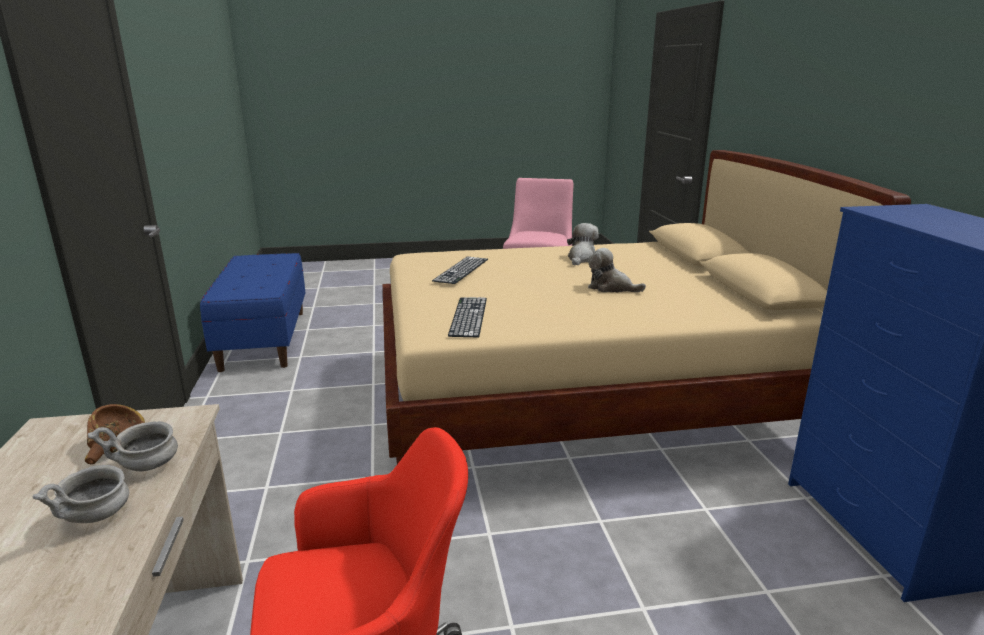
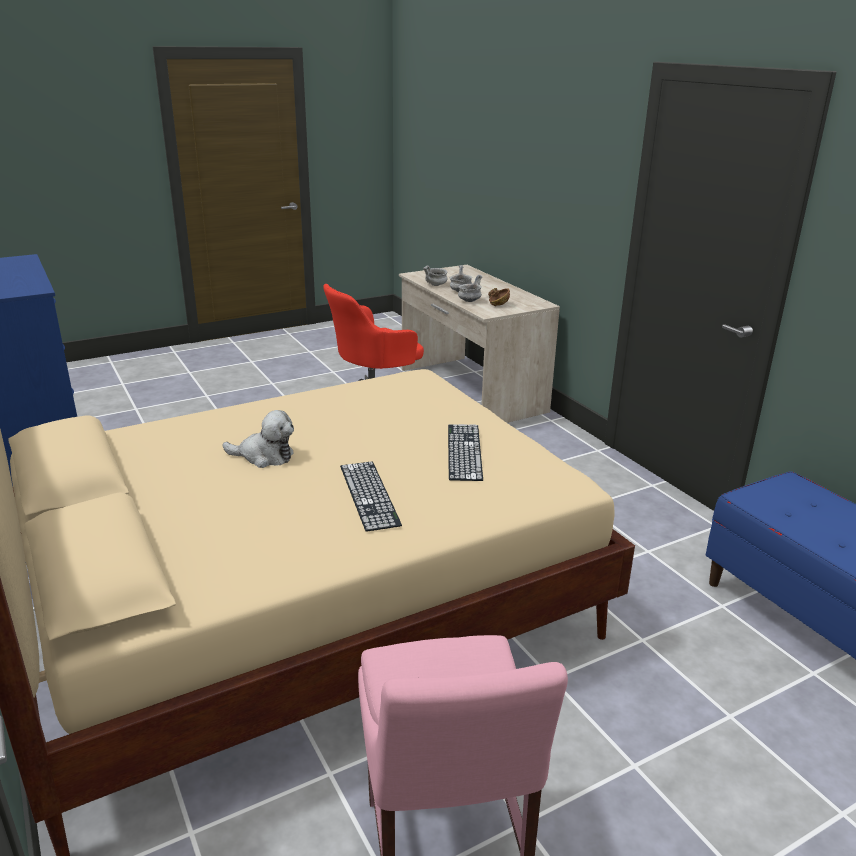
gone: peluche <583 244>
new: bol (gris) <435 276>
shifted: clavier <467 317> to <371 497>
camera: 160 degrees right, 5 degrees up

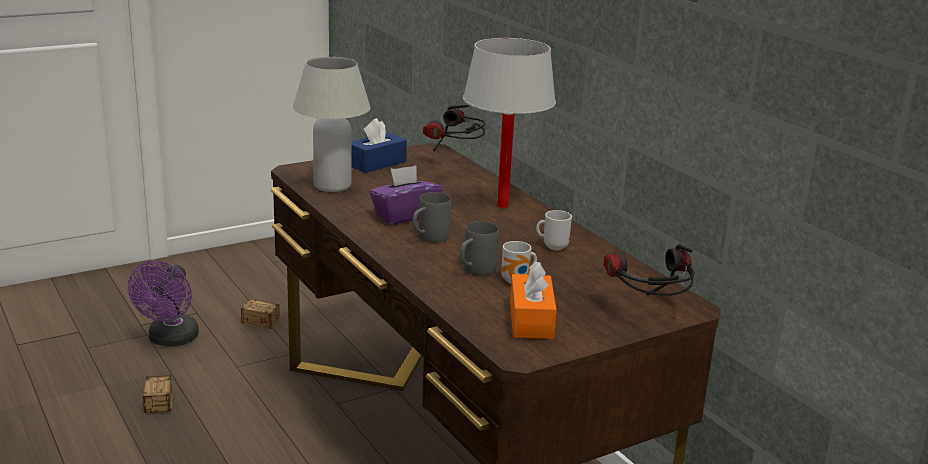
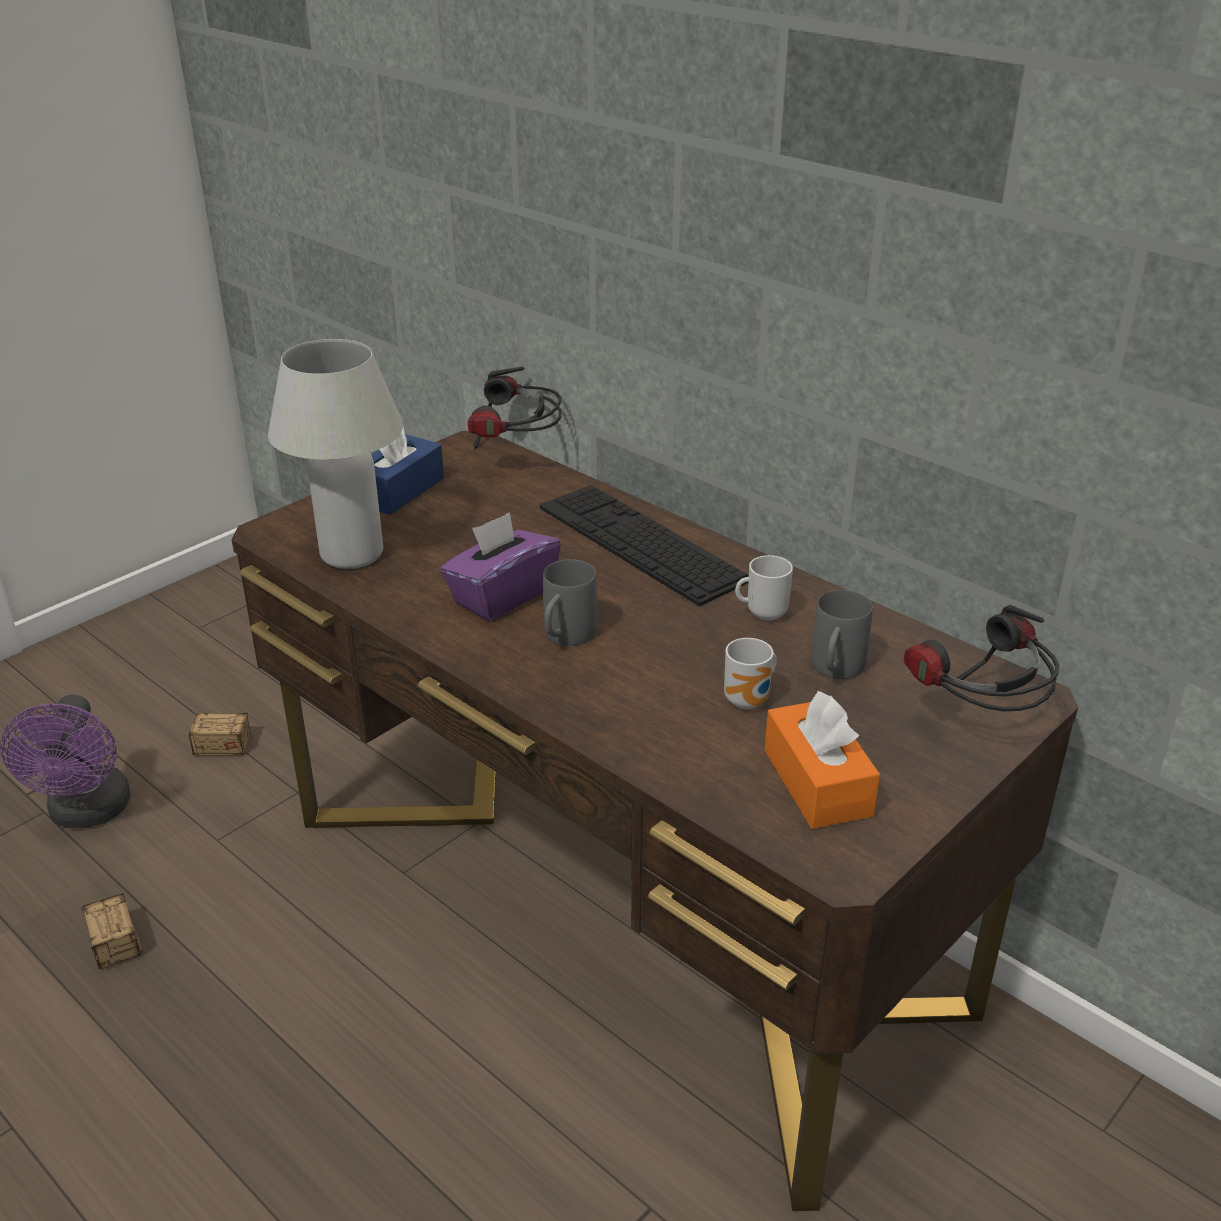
shifted: mug (gris) <479 248> to <842 634>
swapped: lampe de table (blanc) <509 123> to clavier <644 545>
camera: 15 degrees left, 10 degrees up

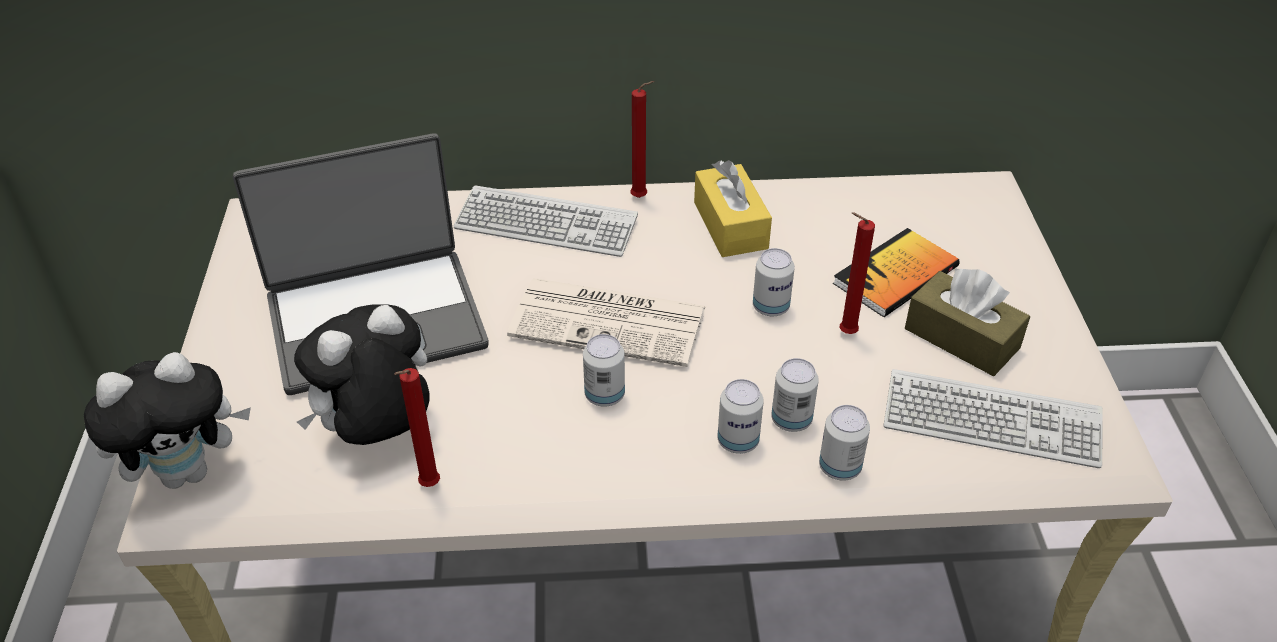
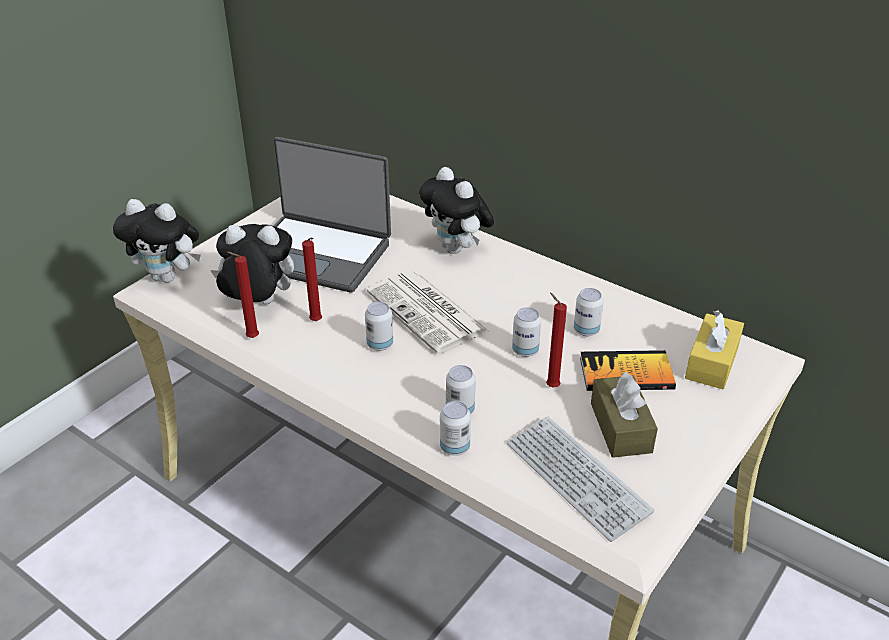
shifted: bougie (rouge) <643 139> to <312 279>; boîte à mouchoirs (jaune) <733 208> to <714 349>; boîte métallique <740 416> to <589 312>
swapped: clavier <546 221> to peluche <456 210>
camera: 40 degrees right, 5 degrees down

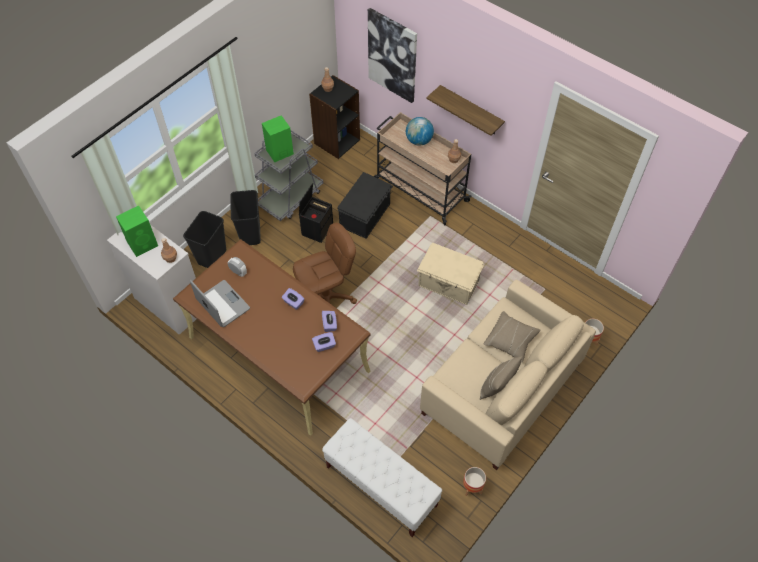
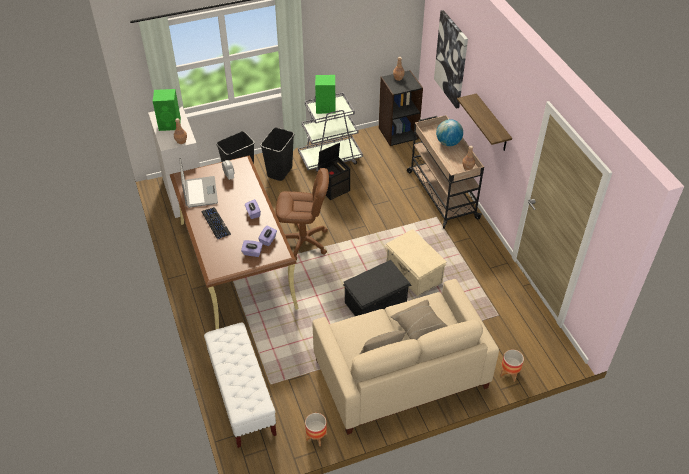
new: clavier <216 223>
shifted: boîte de rangement (noir) <365 205> to <377 288>
camera: 30 degrees right, 10 degrees down

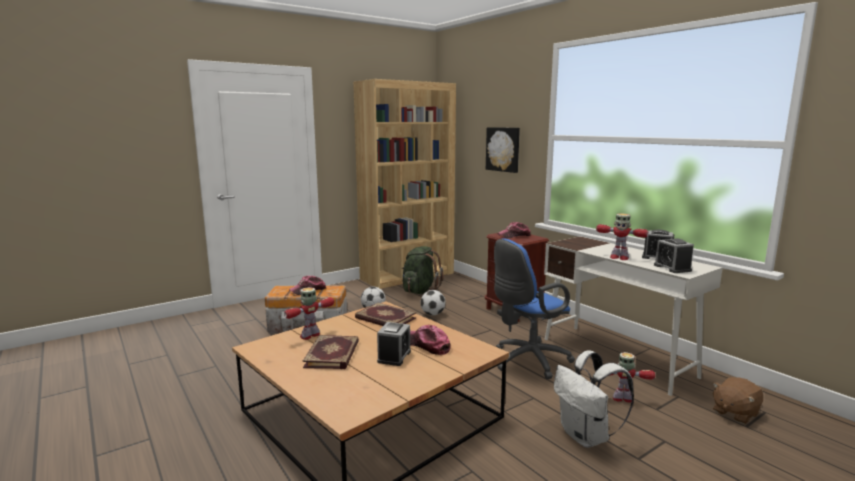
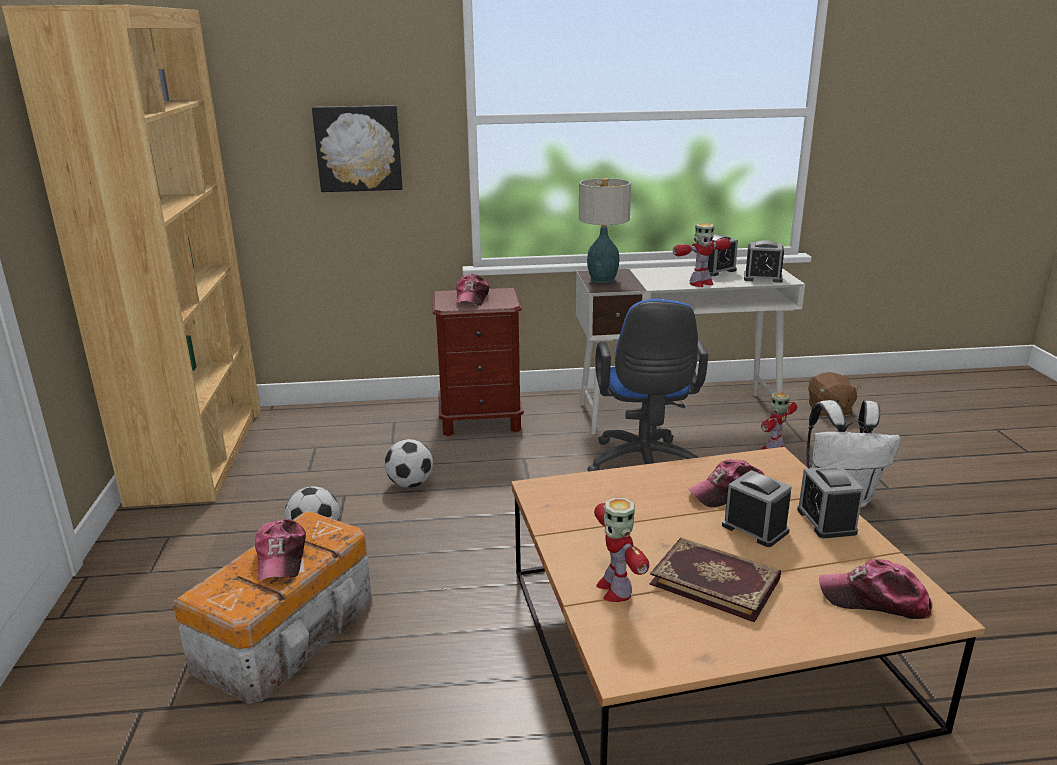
gone: livre <385 314>; sac à dos (vert) <423 270>
new: lampe de table <605 230>; réveil <830 502>; casquette <876 589>
camera: 60 degrees left, 10 degrees up

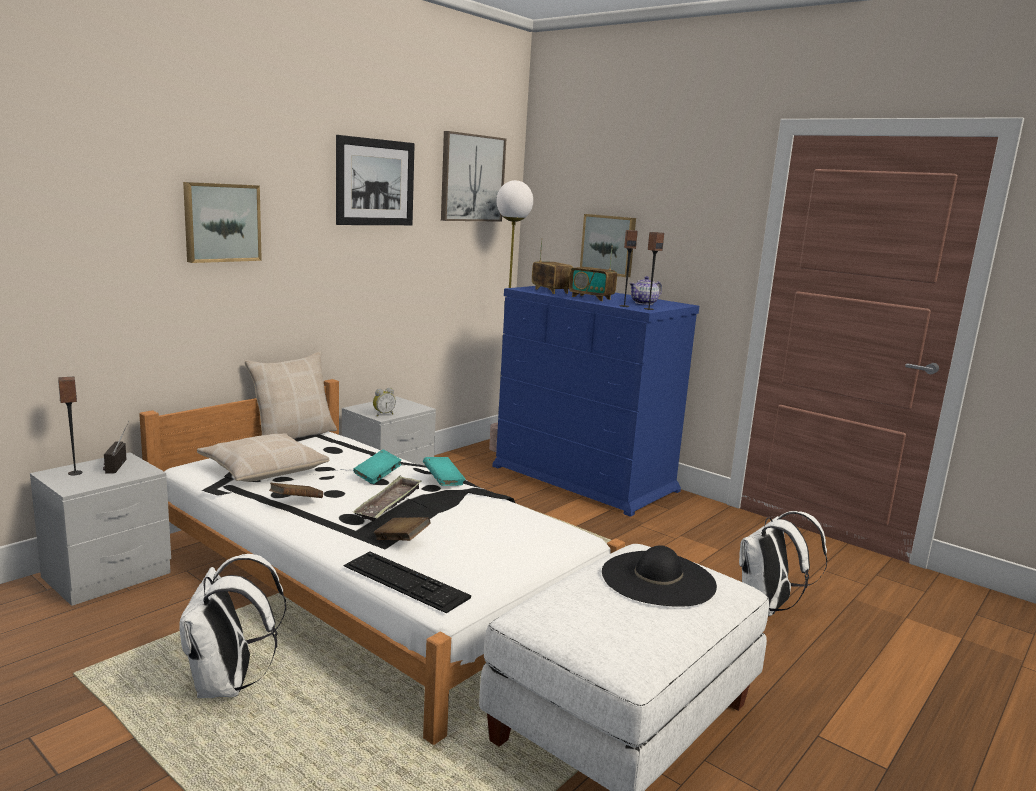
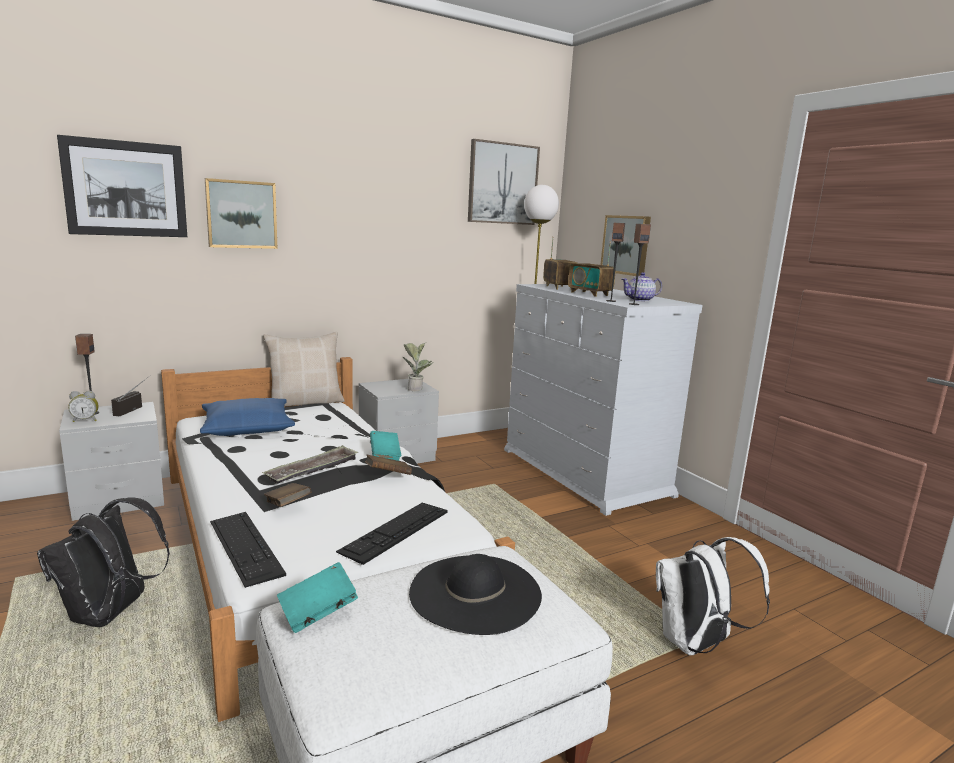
new: clavier <392 534>; plante en pot <418 367>
shifted: livre (marron) <296 490> to <388 465>; tableau <375 180> to <122 186>; livre (turquoise) <377 466> to <317 597>; réveil <384 402> to <83 406>
repainted: sac à dos (blanc) <232 626> to sac à dos (noir) <103 562>; coussin (beige) <263 457> to coussin (bleu) <247 417>; commode (bleu) <595 401> to commode (blanc) <603 400>
camera: 20 degrees right, 0 degrees up

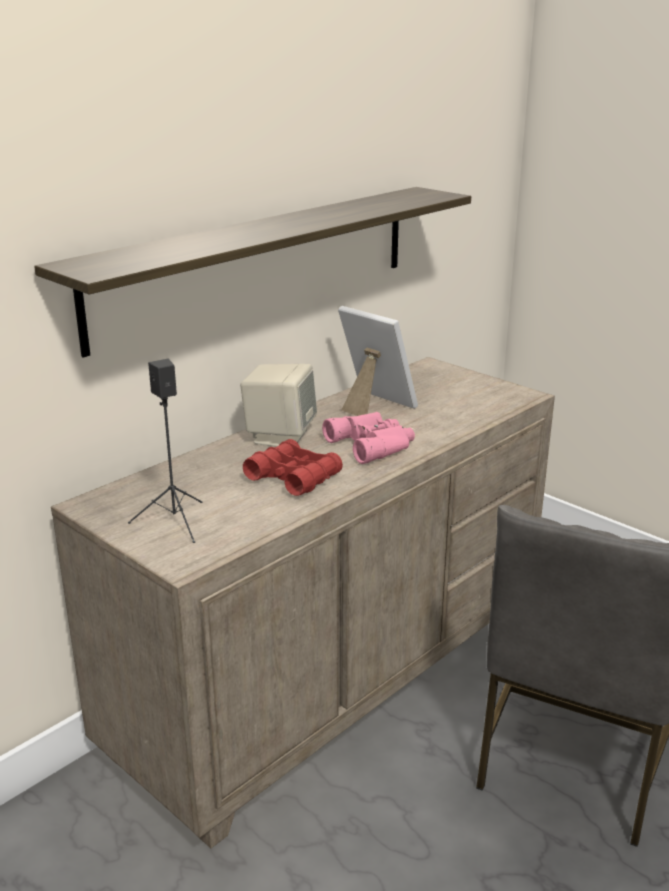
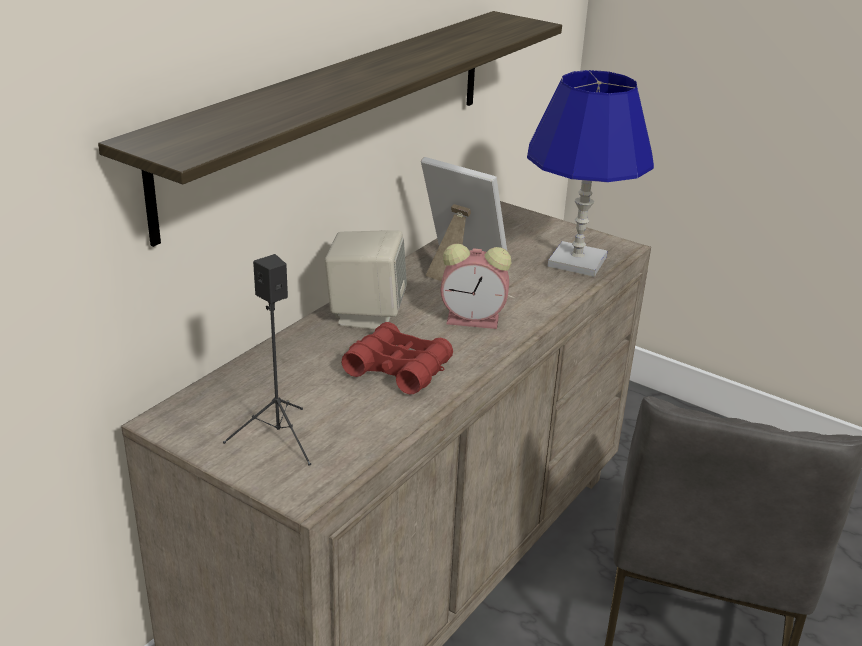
new: lampe de table (bleu) <590 173>
swapped: jumelles (rose) <368 438> to réveil <475 286>
camera: 10 degrees left, 5 degrees up

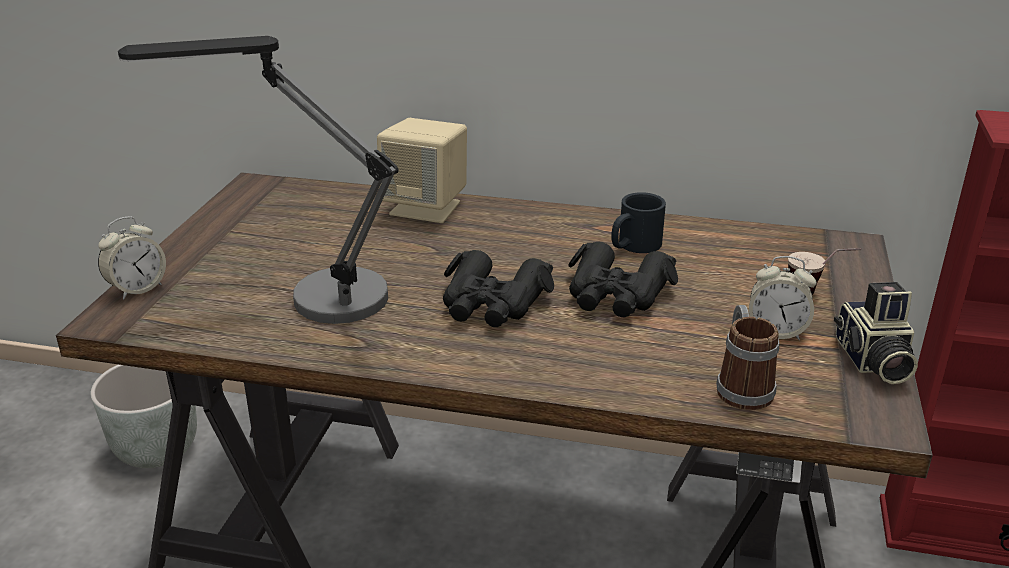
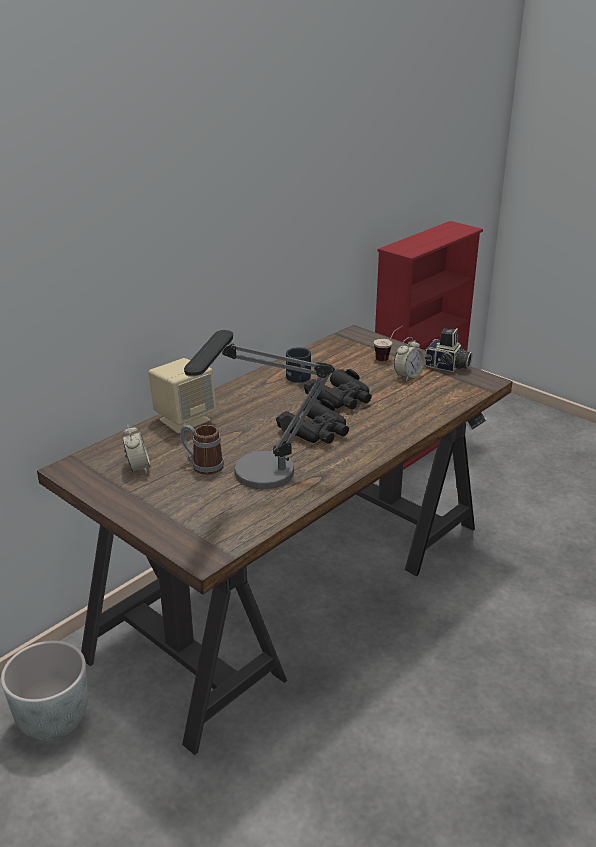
shifted: réveil <132 258> to <136 449>; mug <748 357> to <202 450>
camera: 60 degrees left, 0 degrees up

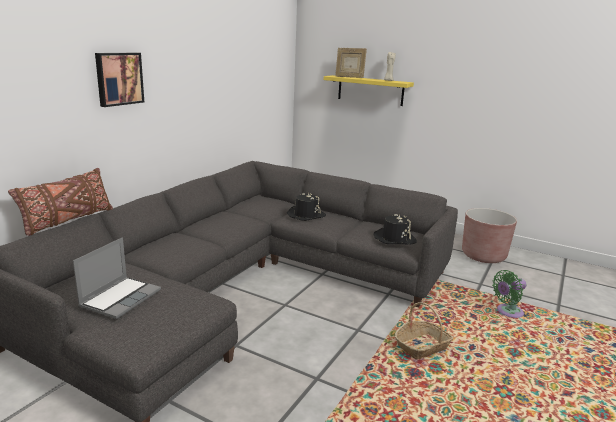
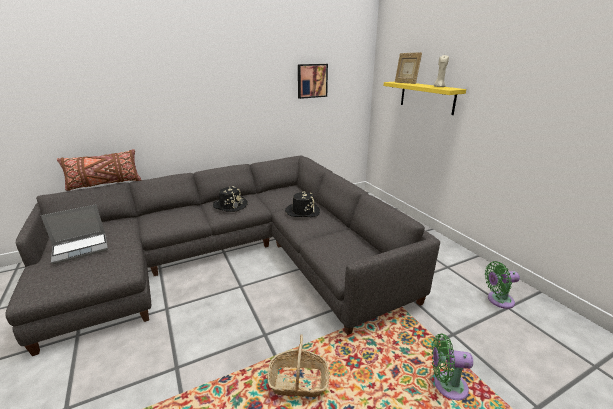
shifted: tableau <119 79> to <313 81>; chapeau (noir) <395 229> to <230 199>
swapped: cache-pot (marron) <489 235> to ventilateur (vert) <502 285>
camera: 35 degrees right, 5 degrees up

